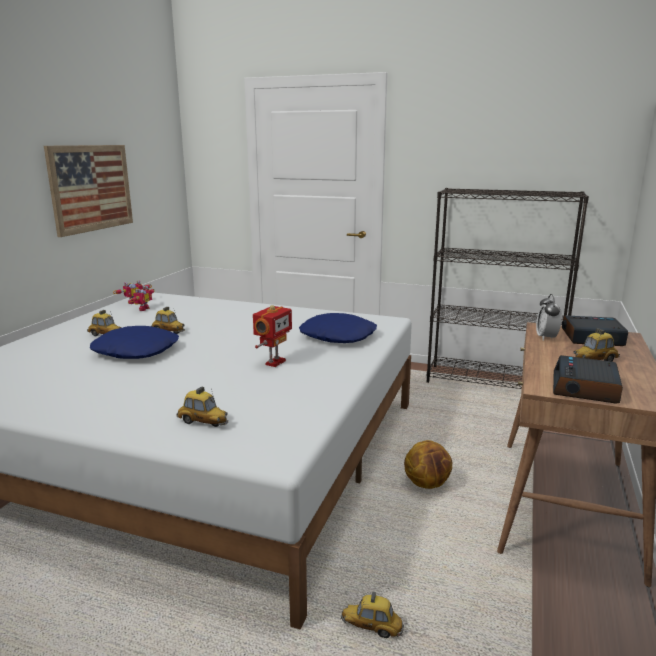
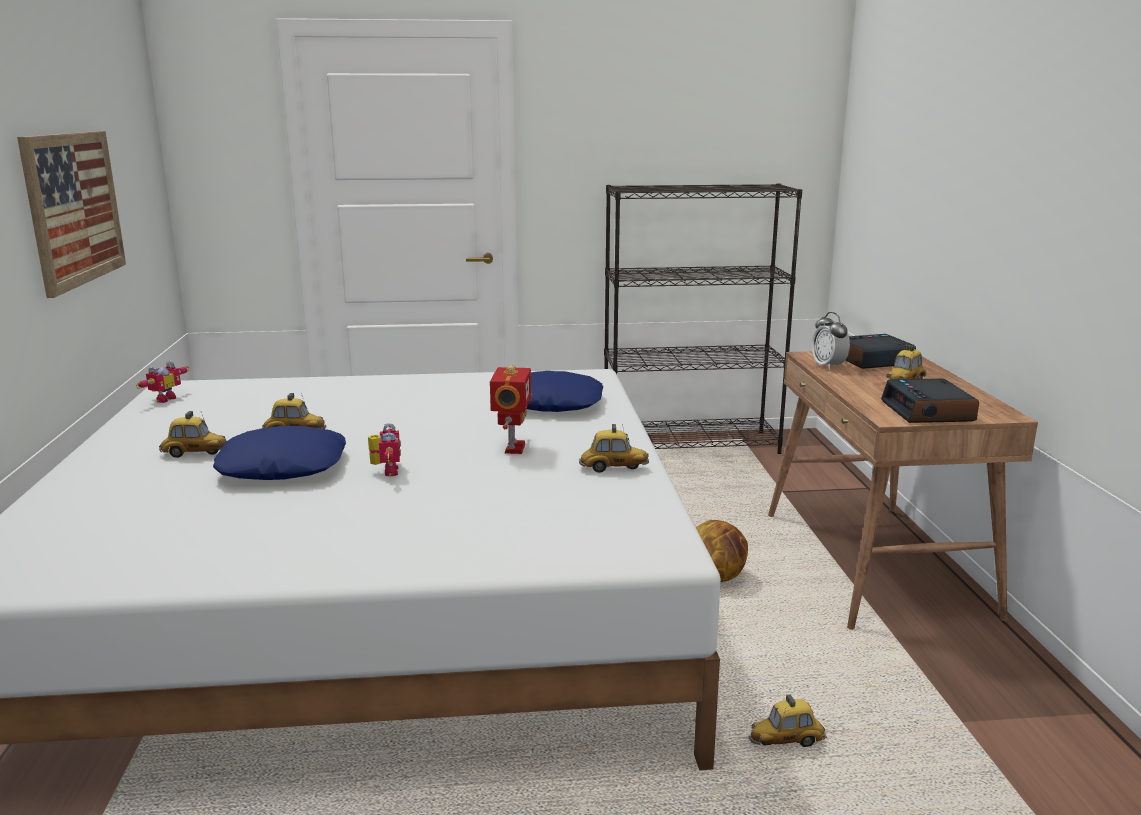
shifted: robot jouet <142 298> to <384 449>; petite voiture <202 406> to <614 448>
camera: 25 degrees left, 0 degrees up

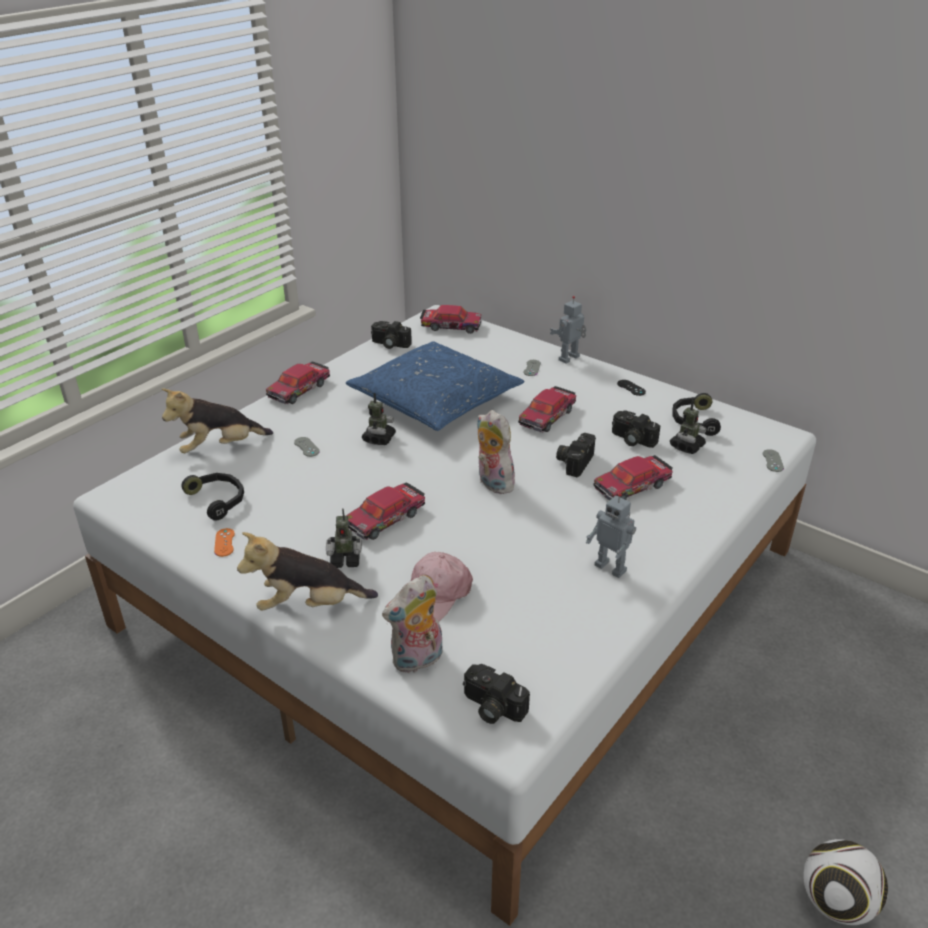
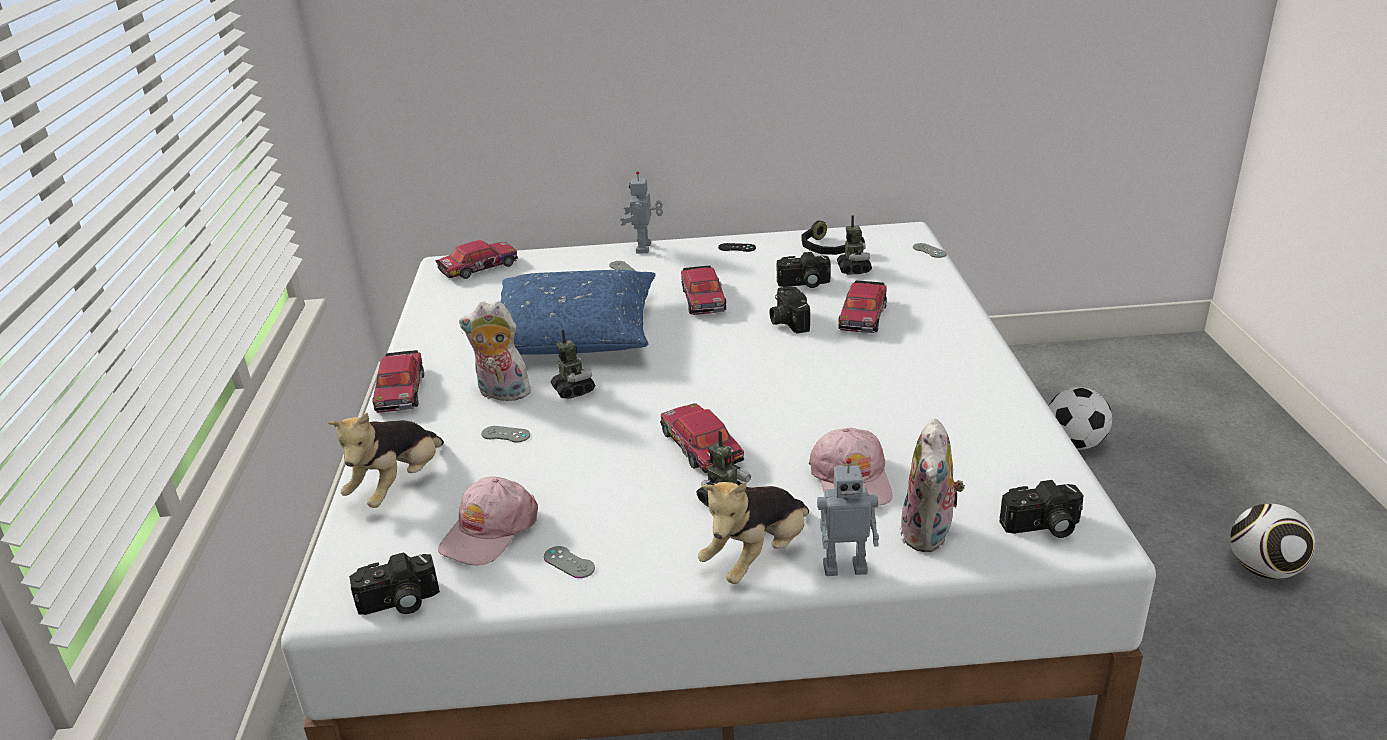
new: ballon de foot <1080 418>
shifted: appareil photo <391 335> to <394 583>; peluche <496 452> to <496 352>; robot jouet <611 535> to <848 517>
swapped: casque audio (noir) <212 497> to casquette (rose) <488 521>
repainted: manette (orange) <224 542> to manette (gris) <569 562>
rotated: petite voiture <385 511> = <702 438> 150 degrees clockwise
camera: 40 degrees left, 5 degrees down

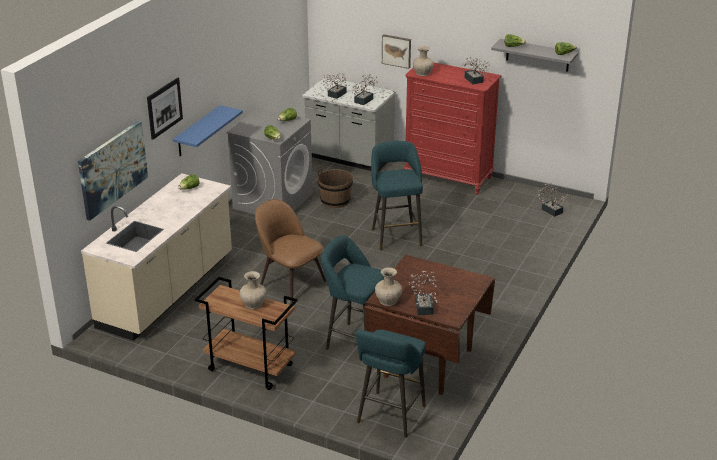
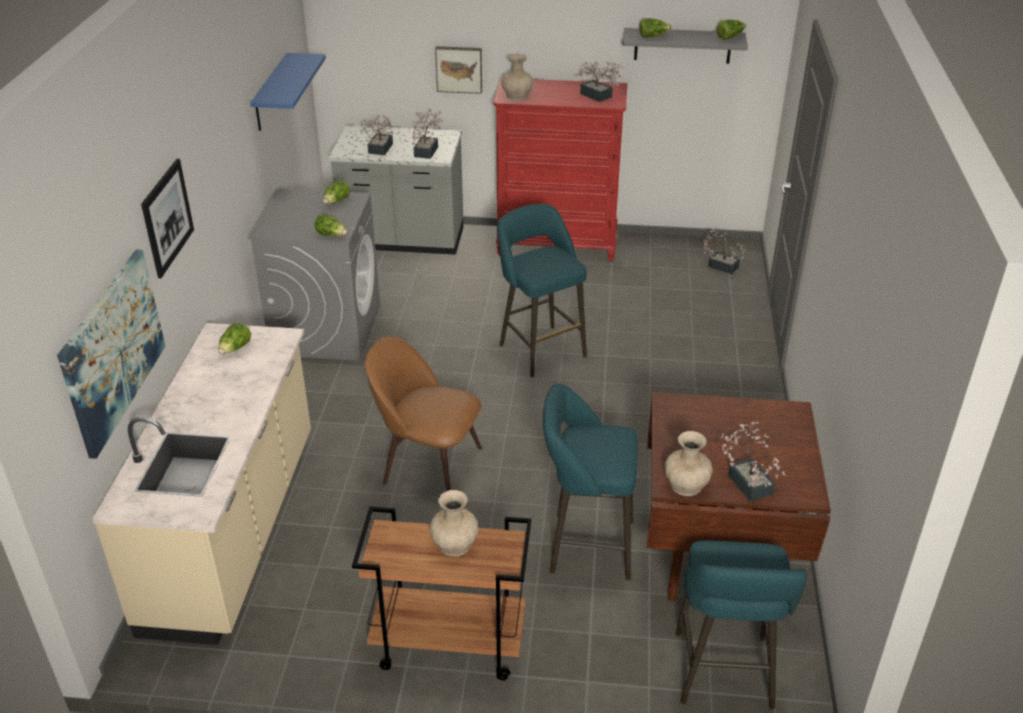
gone: seau (marron) <335 188>
shifted: étagère (bleu) <208 130> to <288 92>
camera: 20 degrees left, 5 degrees up

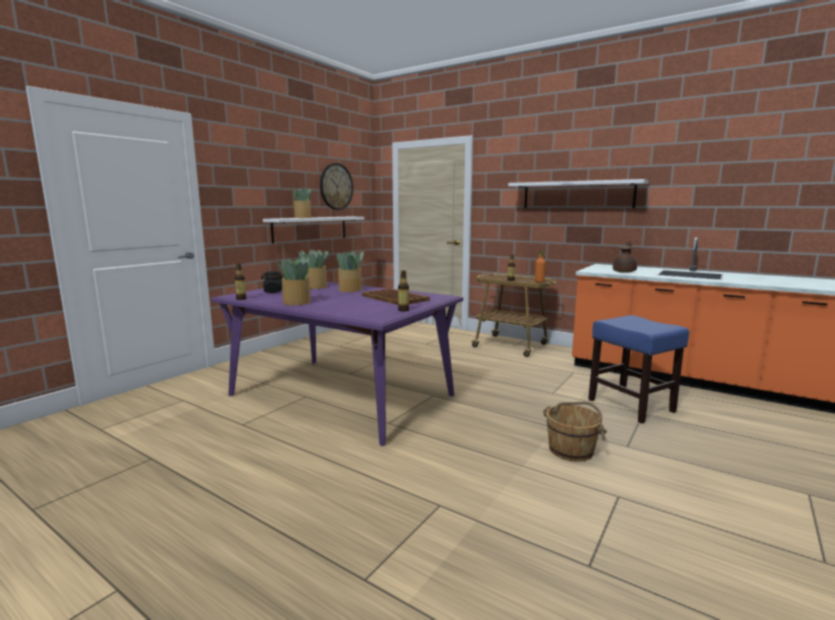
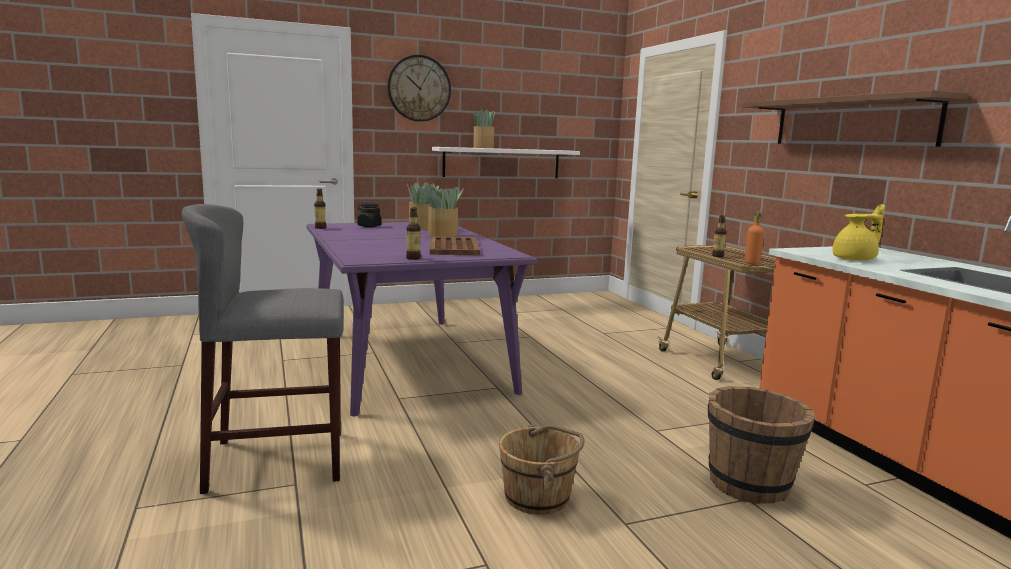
gone: plante en pot <293 281>
new: tabouret (gris) <263 349>
shifted: horloge murale <336 186> to <419 88>
swapped: tabouret (bleu) <638 369> to seau (marron) <761 445>
repainted: étagère (blanc) <578 193> to étagère (marron) <855 118>; théière (marron) <625 257> to théière (jaune) <859 232>
camera: 35 degrees right, 0 degrees up

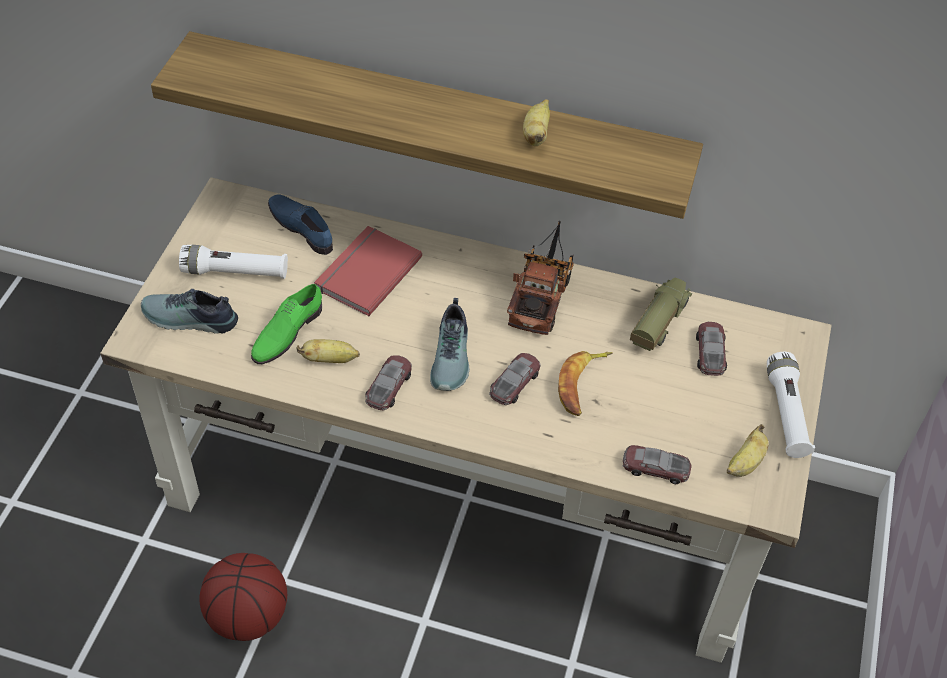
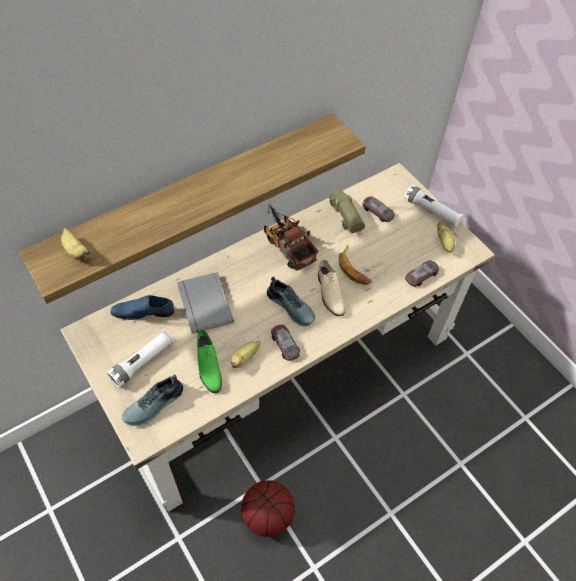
shifted: banane <536 122> to <75 244>
swapped: petite voiture <514 379> to chaussure (beige) <331 288>
repainted: livre (rouge) <368 271> to livre (gris) <205 303>
camera: 50 degrees left, 5 degrees up

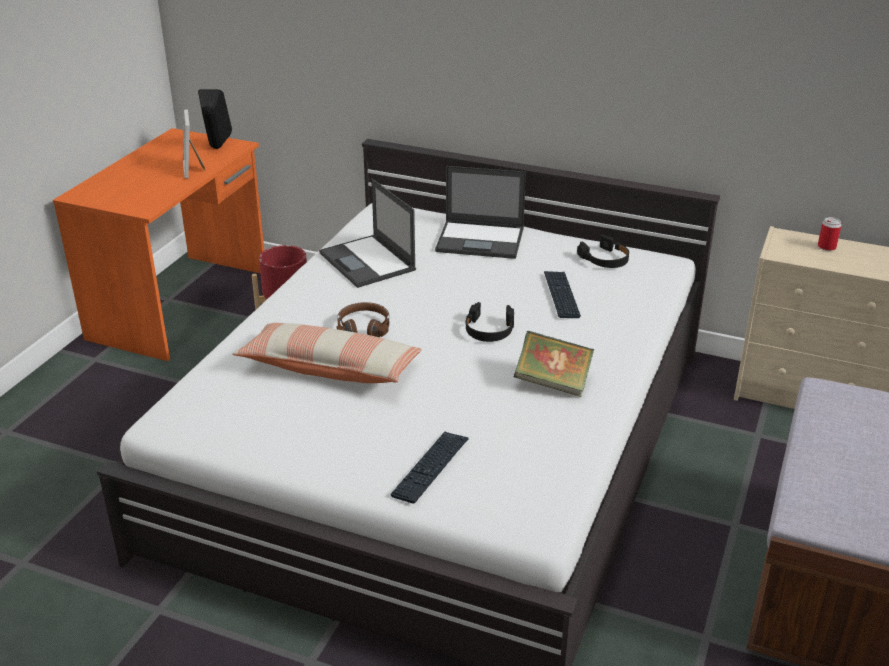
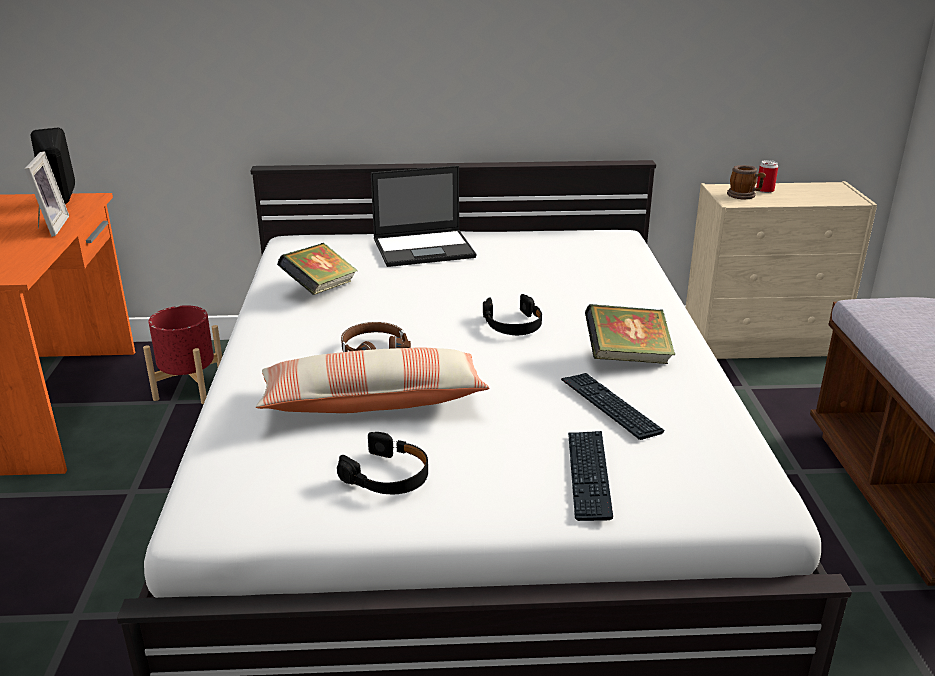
new: mug <746 182>
shifted: clavier <562 294> to <613 406>; casque audio (noir) <603 251> to <382 463>
swapped: ordinateur portable <367 233> to livre <317 269>
rotated: cadre photo <194 144> = <47 194> 150 degrees counterclockwise
camera: 25 degrees left, 5 degrees down

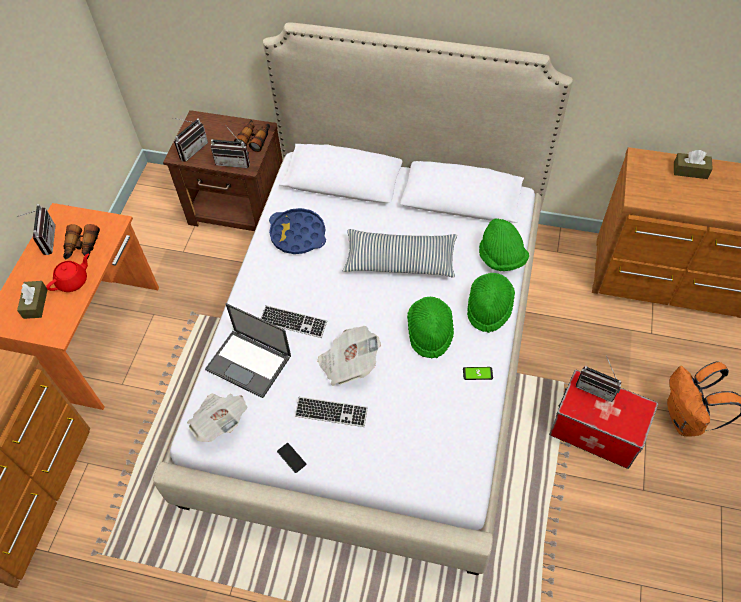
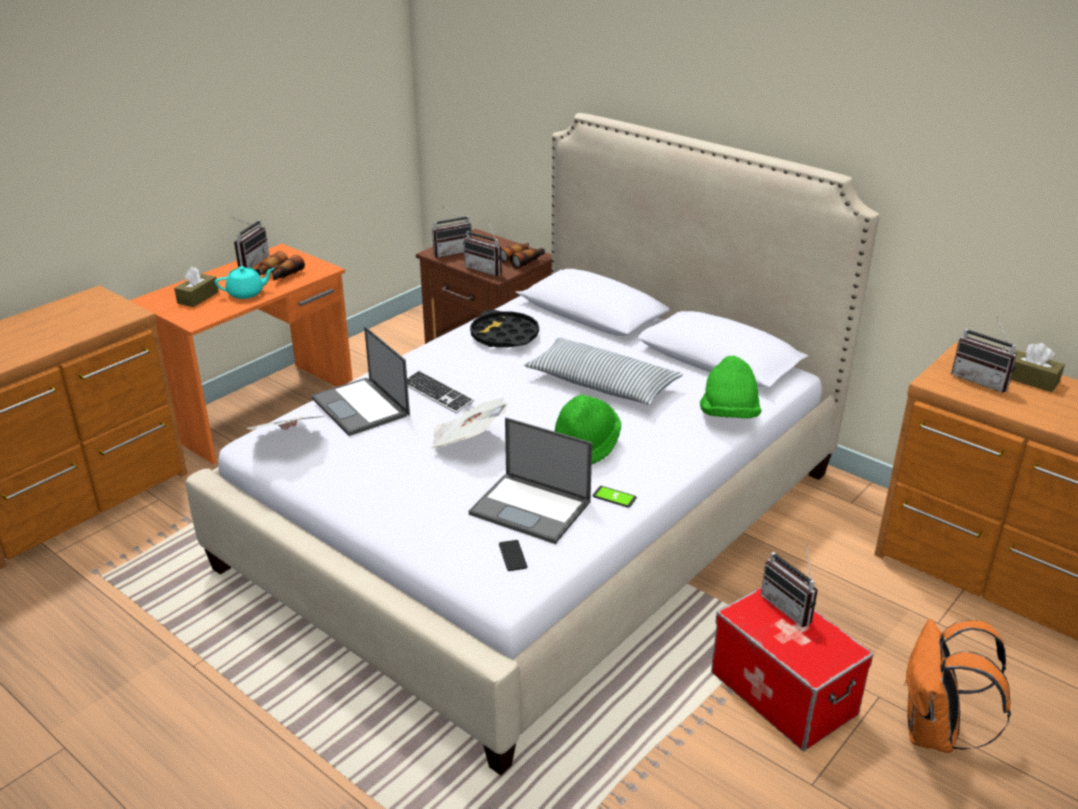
gone: clavier <331 412>; chapeau (vert) <491 303>
new: ordinateur portable <530 480>; radio <984 354>
shifted: téléphone <291 458> to <513 555>
repainted: théière (rouge) <67 272> to théière (turquoise) <245 282>; plateau (bleu) <297 231> to plateau (noir) <504 328>
camera: 25 degrees right, 25 degrees down

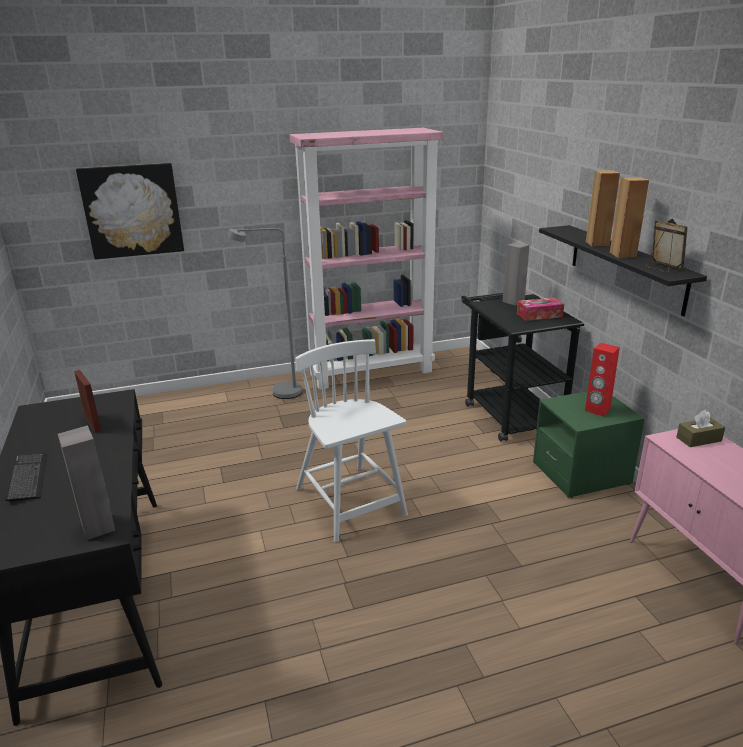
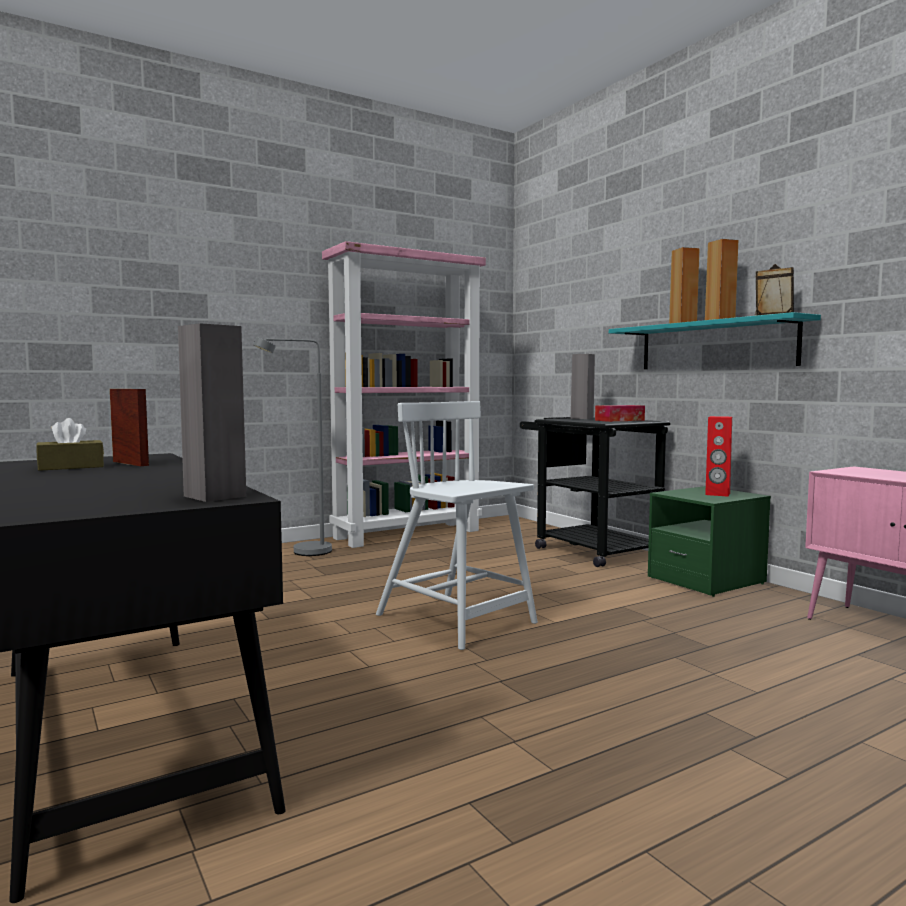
gone: clavier <26 478>; tableau <130 211>
shifted: boîte à mouchoirs (marron) <700 428> to <70 444>
repainted: étagère (noir) <623 270> to étagère (turquoise) <715 340>
camera: 15 degrees left, 20 degrees down

